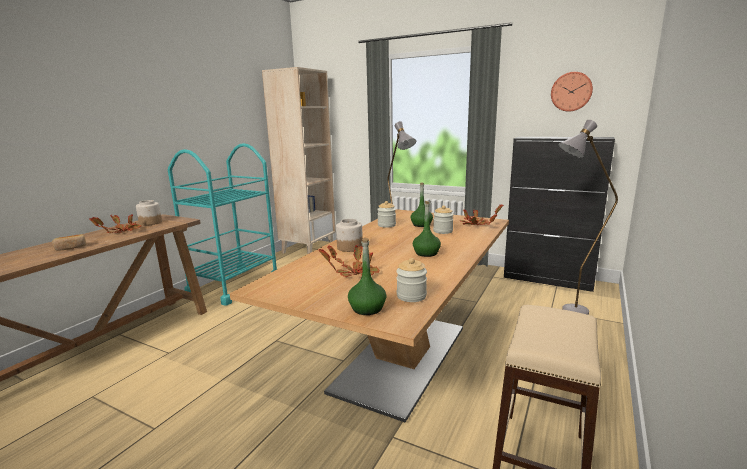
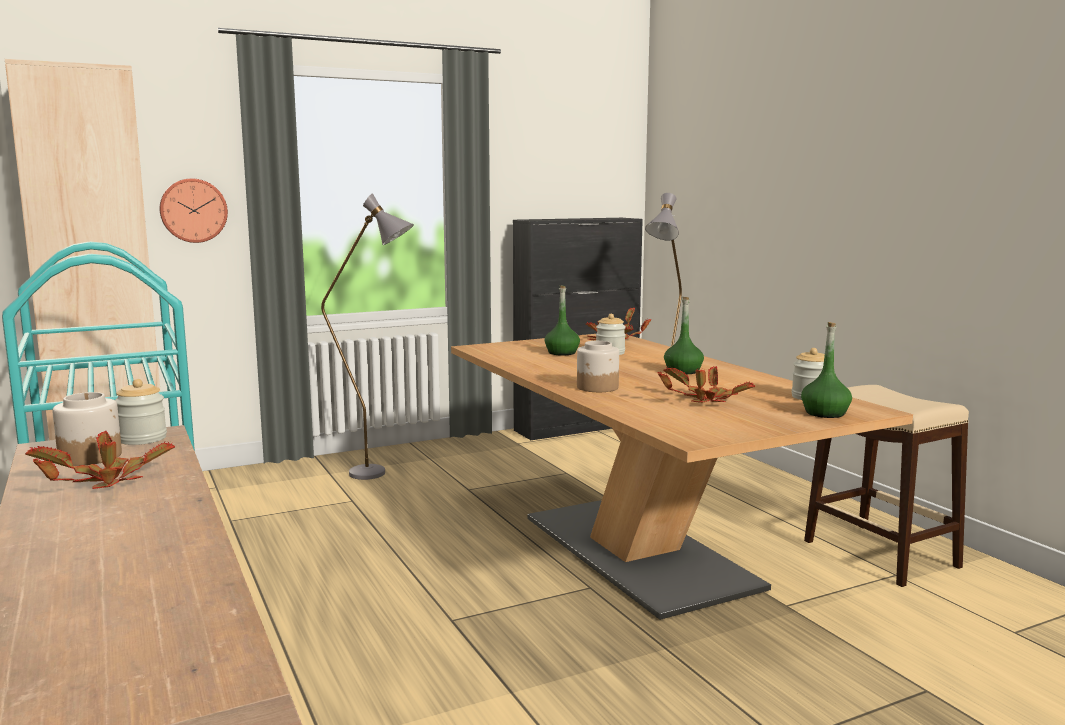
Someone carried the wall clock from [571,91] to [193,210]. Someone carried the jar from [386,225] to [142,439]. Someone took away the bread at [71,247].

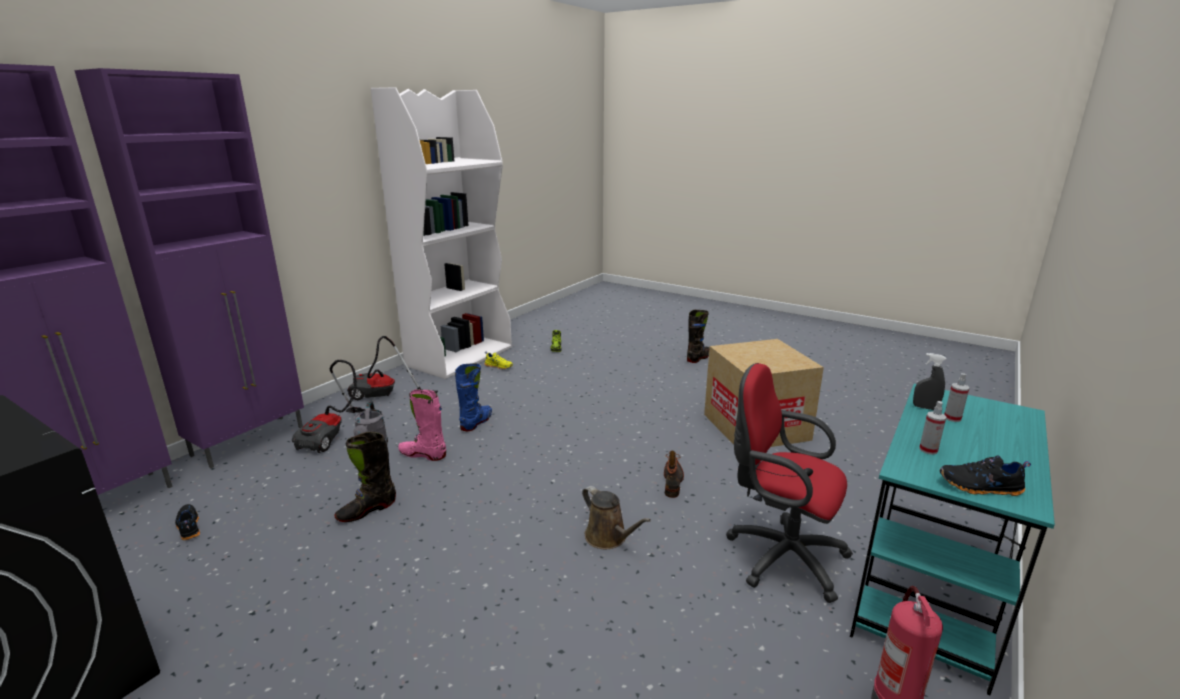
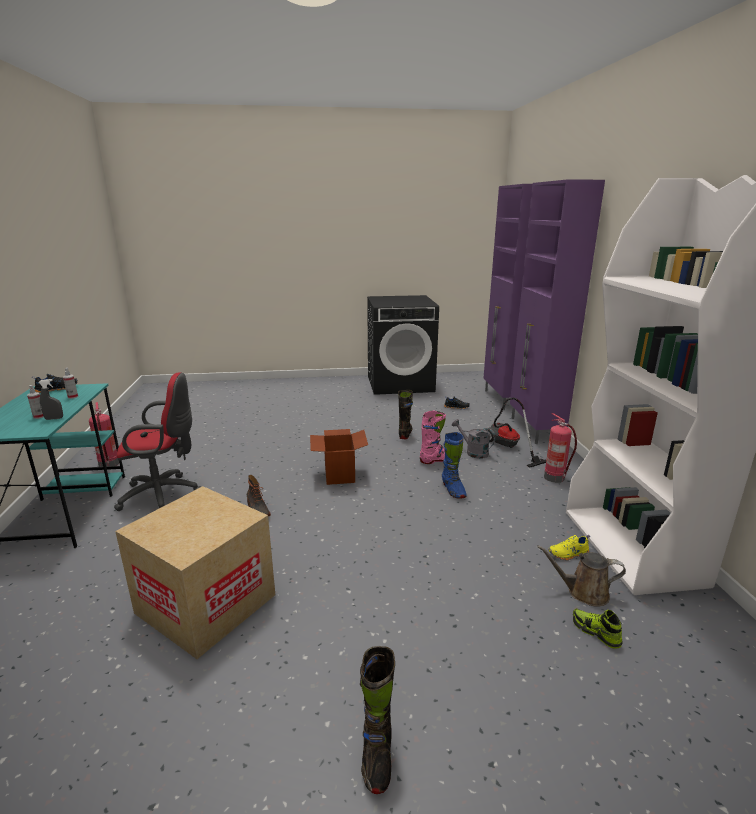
Someone swapped the vacuum cleaner at [384,397] for the fire extinguisher at [555,478]. Someone carried the brown watering can from [608,537] to [583,592]. Someone put down the cardboard box at [339,474].

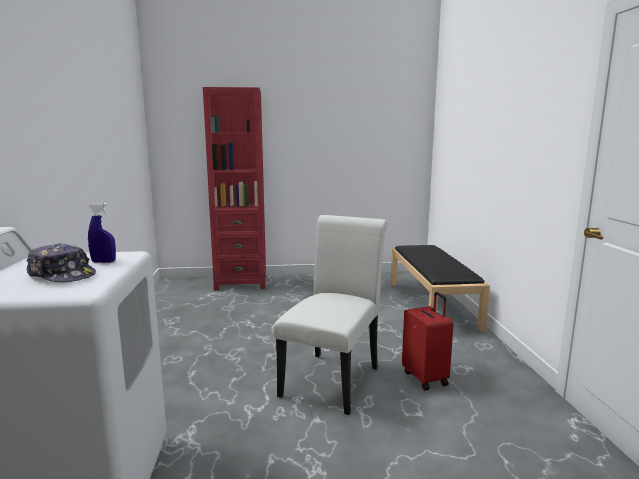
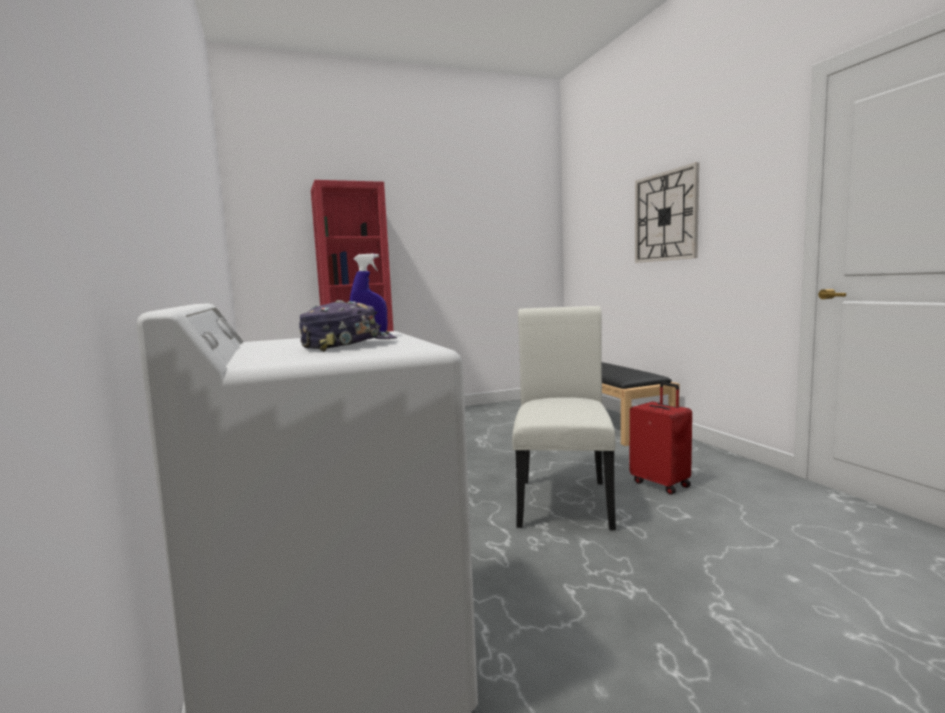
Someone rotated the cap at [62,275] by 60 degrees counterclockwise. Someone put up the wall clock at [665,217].

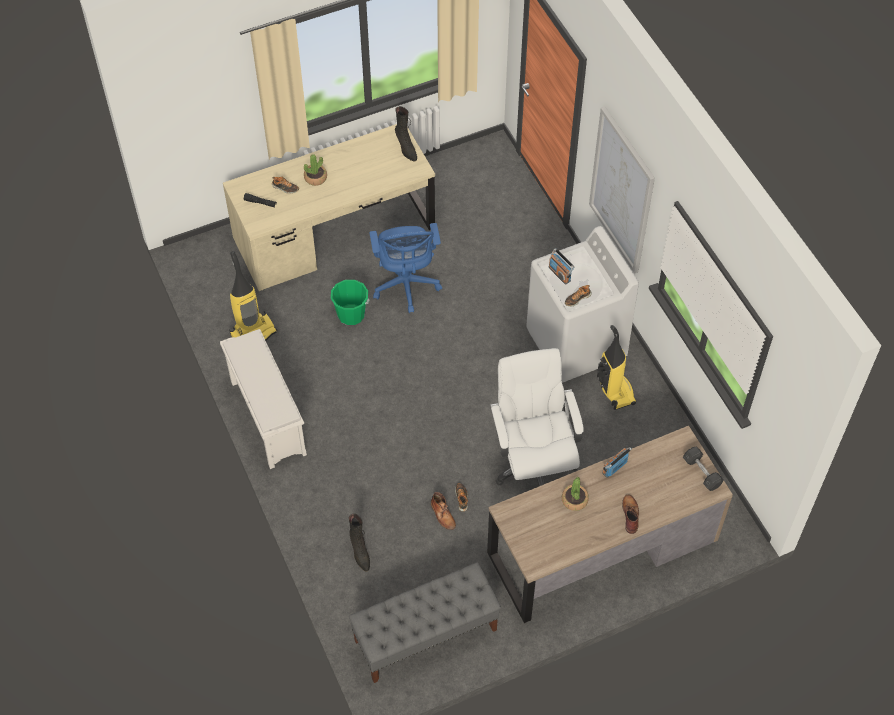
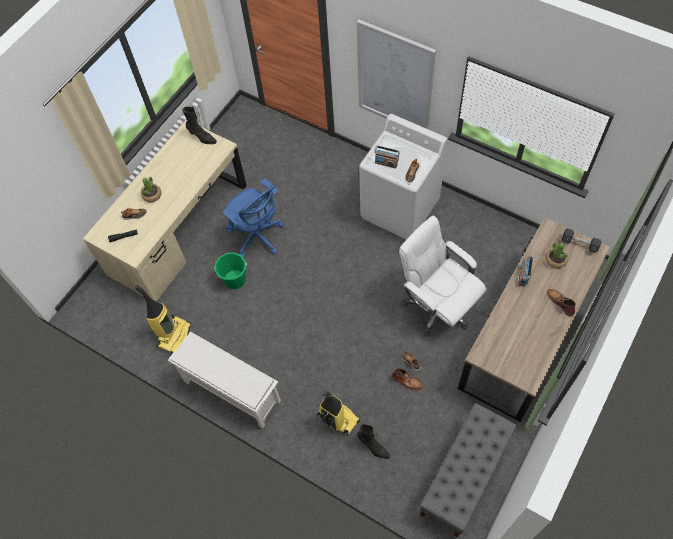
Someone carried the vacuum cleaner from [614,390] to [337,418]. Someone carried the potted plant from [574,500] to [555,260].

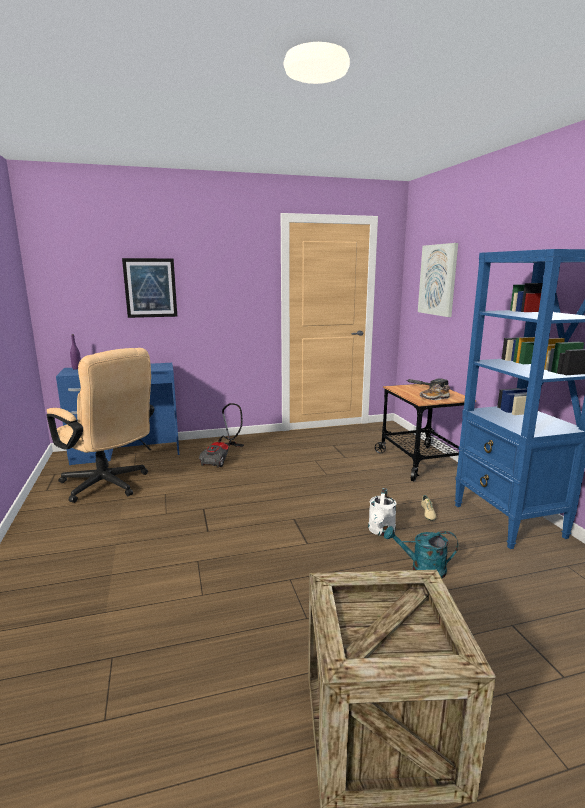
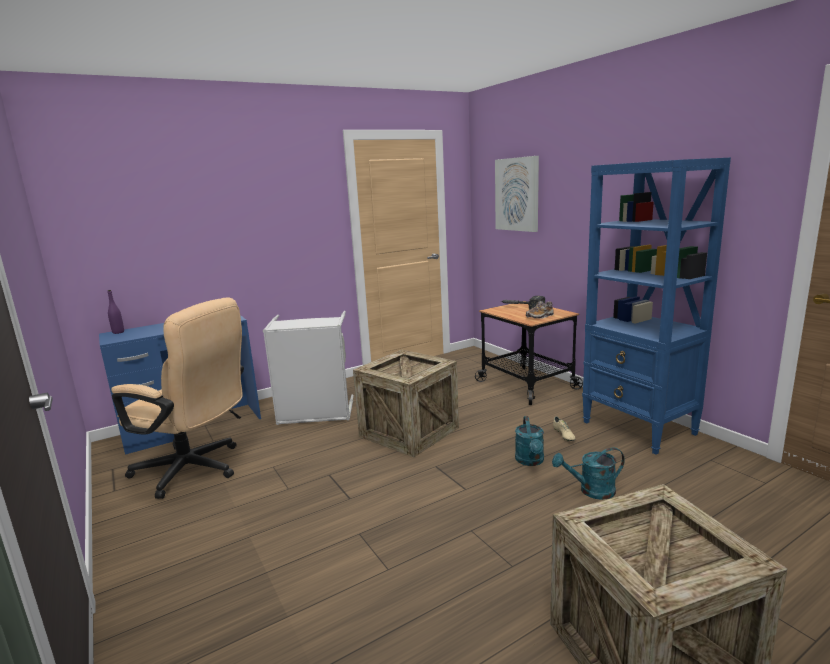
Someone took away the picture at [150,288]. Someone swapped the vacuum cleaner at [222,458] for the grey laundry basket at [315,414]. Someone repainted the white watering can at [381,531], which became the turquoise watering can at [530,461]. Someone put down the crate at [409,432].

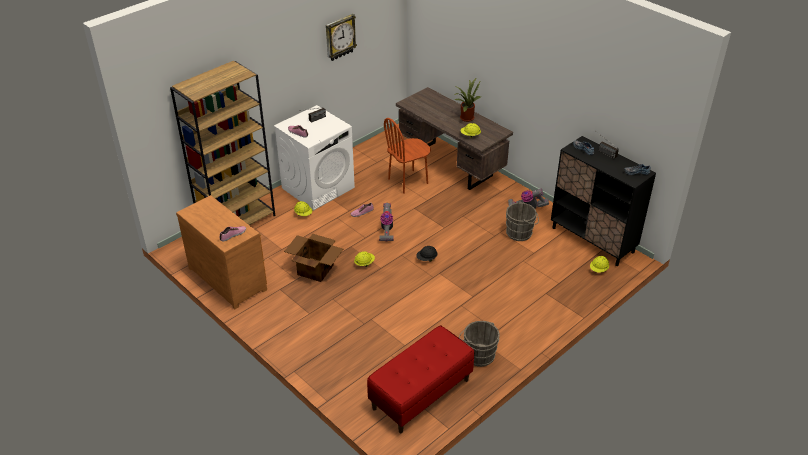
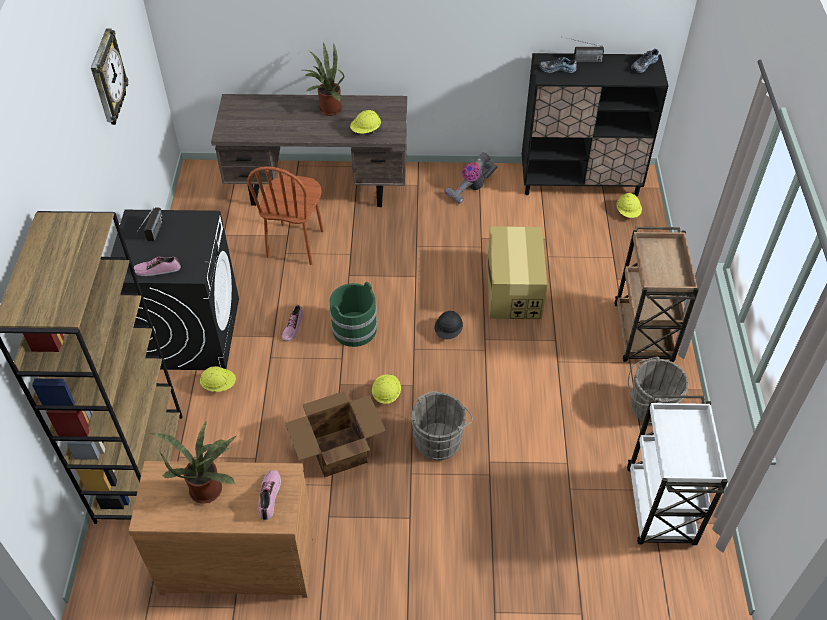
Someone repainted the white washing machine at [318,187], which became the black washing machine at [189,332]. Someone carried the grey bucket from [520,233] to [440,439]. Someone swapped the vacuum cleaner at [386,230] for the green bucket at [354,329]. Someone swapped the red bench at [421,394] for the white cart at [660,508]. Someone put down the cardboard box at [513,290]. Someone put down the brown cart at [643,335]. Someone put down the potted plant at [208,487].

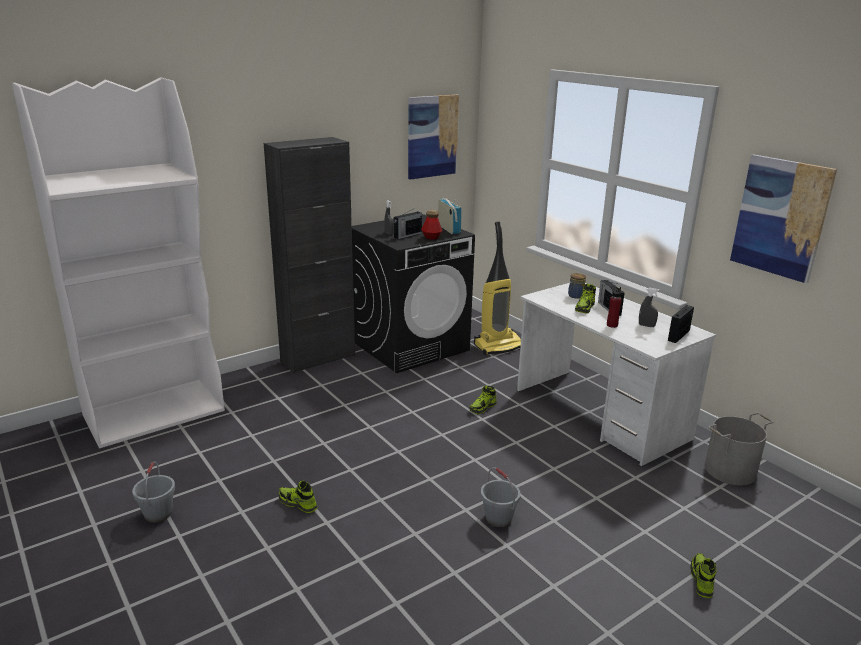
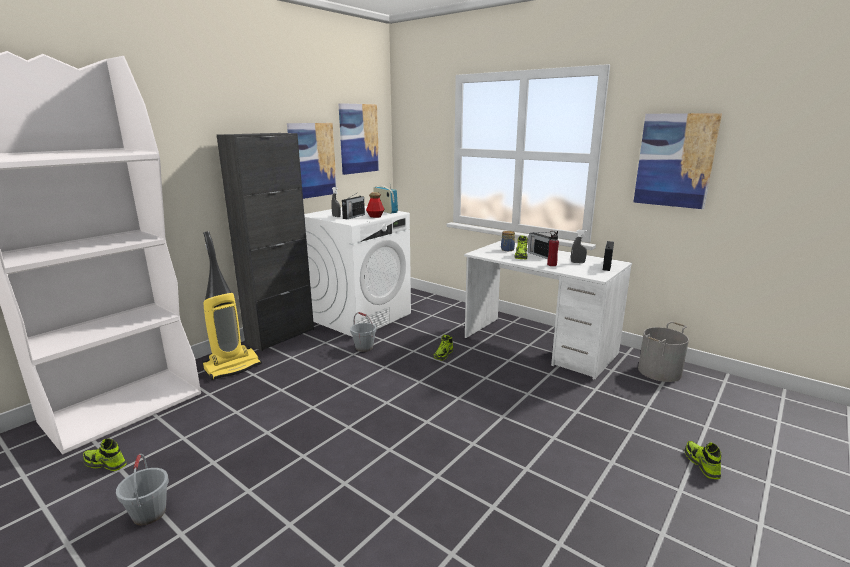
Someone repainted the black washing machine at [411,346], which became the white washing machine at [360,316]. Someone carried the vacuum cleaner from [498,346] to [232,367]. Someone carried the grey bucket from [499,518] to [364,347]. Someone carried the shoe from [297,503] to [105,464]. Someone put up the picture at [312,160].

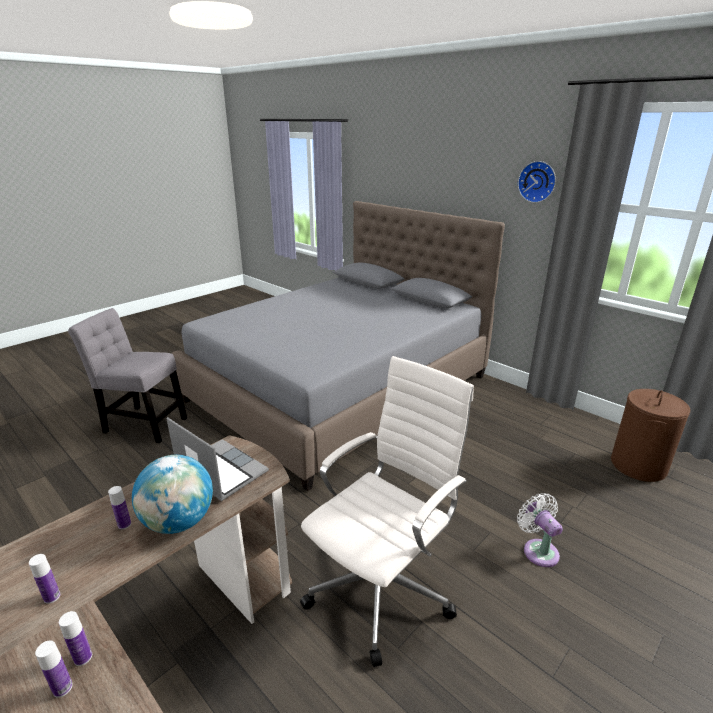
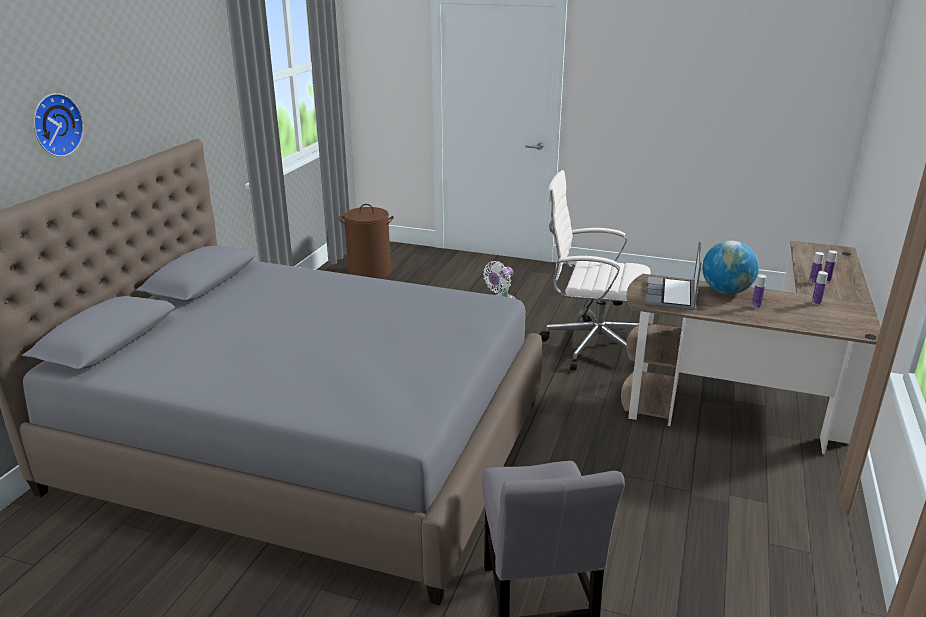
Someone carried the wall clock from [537,181] to [55,124].

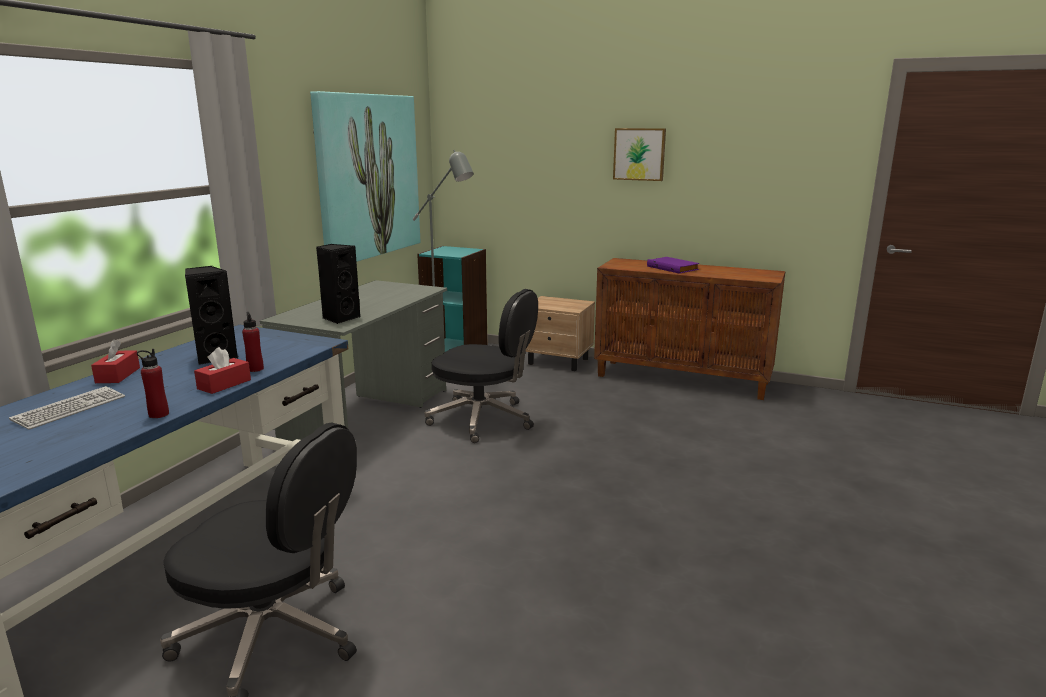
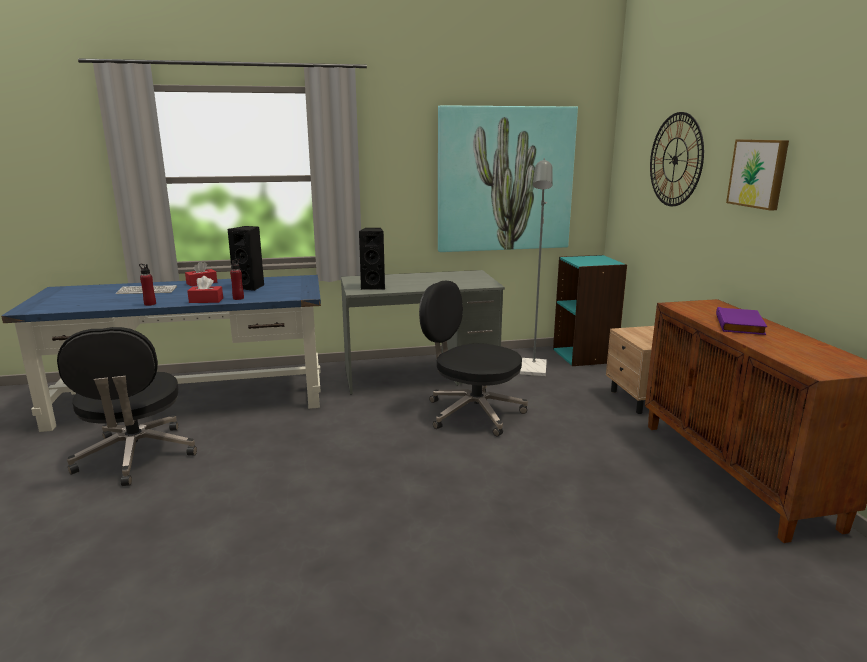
Someone rotated the black office chair at [483,420] by 135 degrees clockwise. Someone put up the wall clock at [675,160].

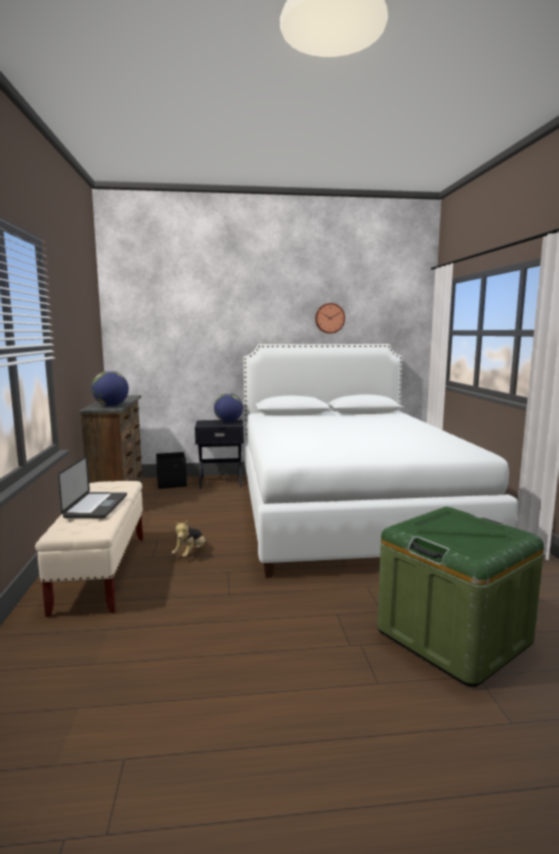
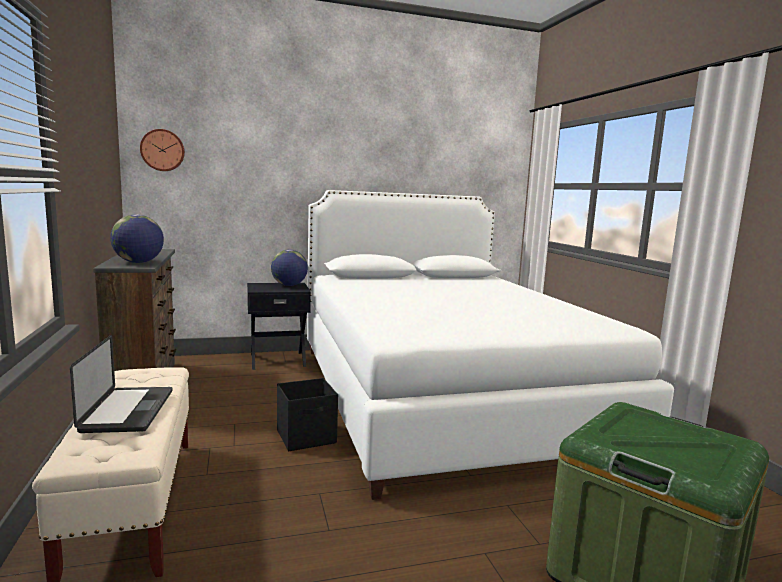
Someone carried the wall clock from [329,318] to [162,150]. Someone carried the black storage box from [172,484] to [307,437]. Someone took away the plush toy at [190,553].

